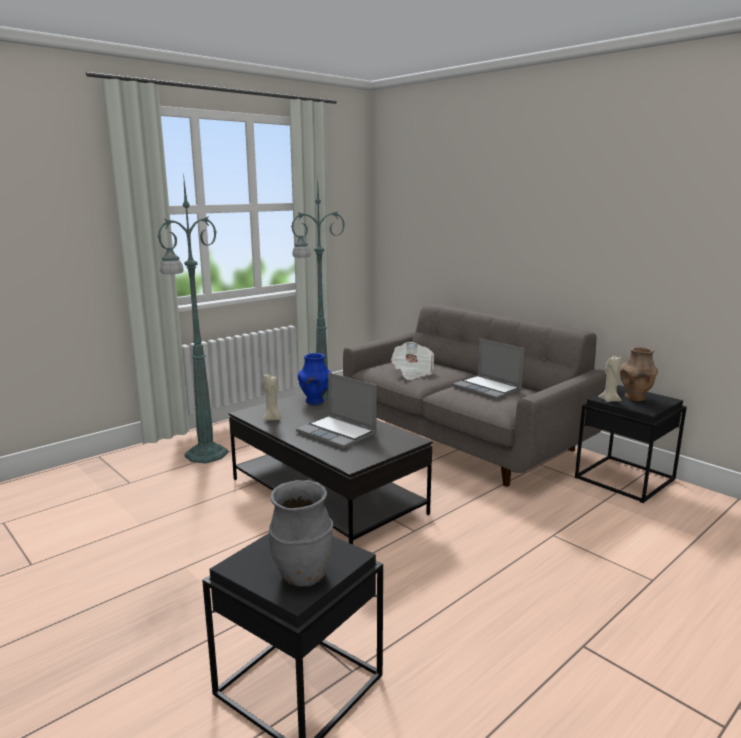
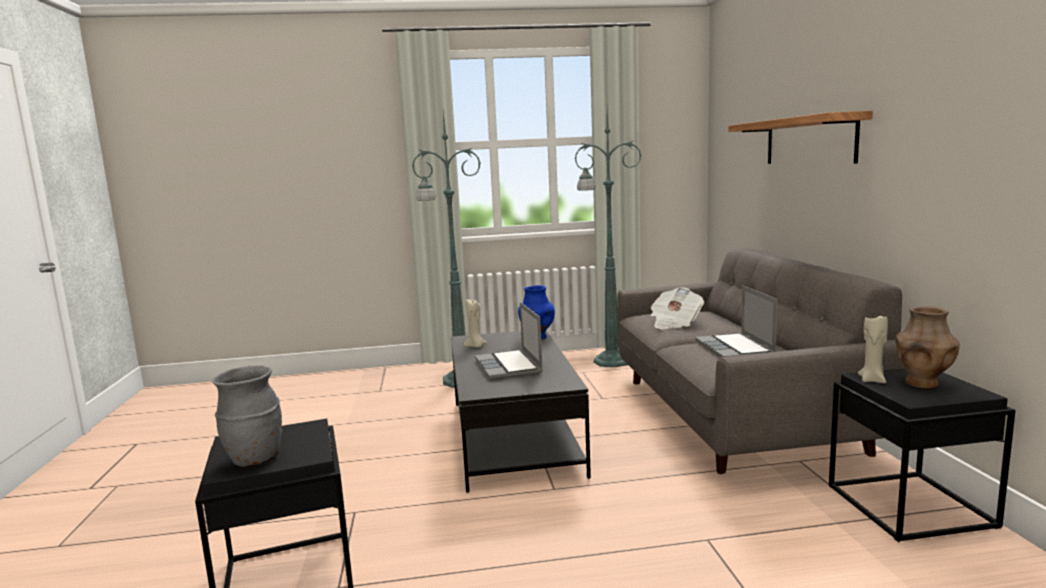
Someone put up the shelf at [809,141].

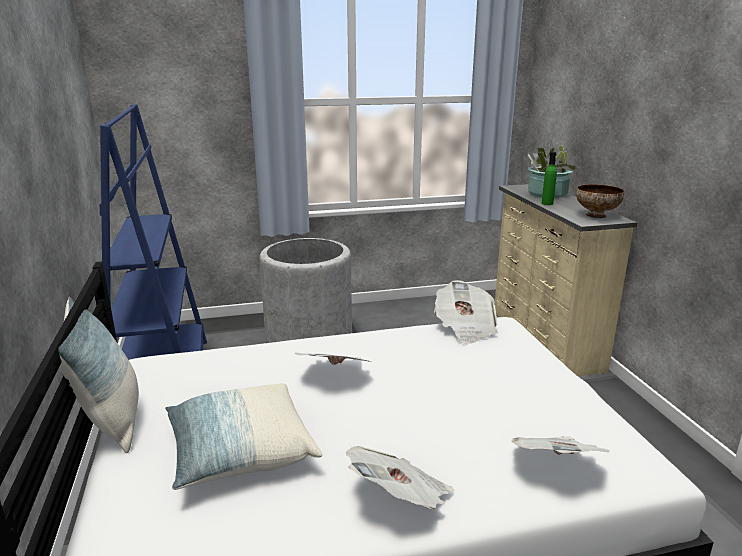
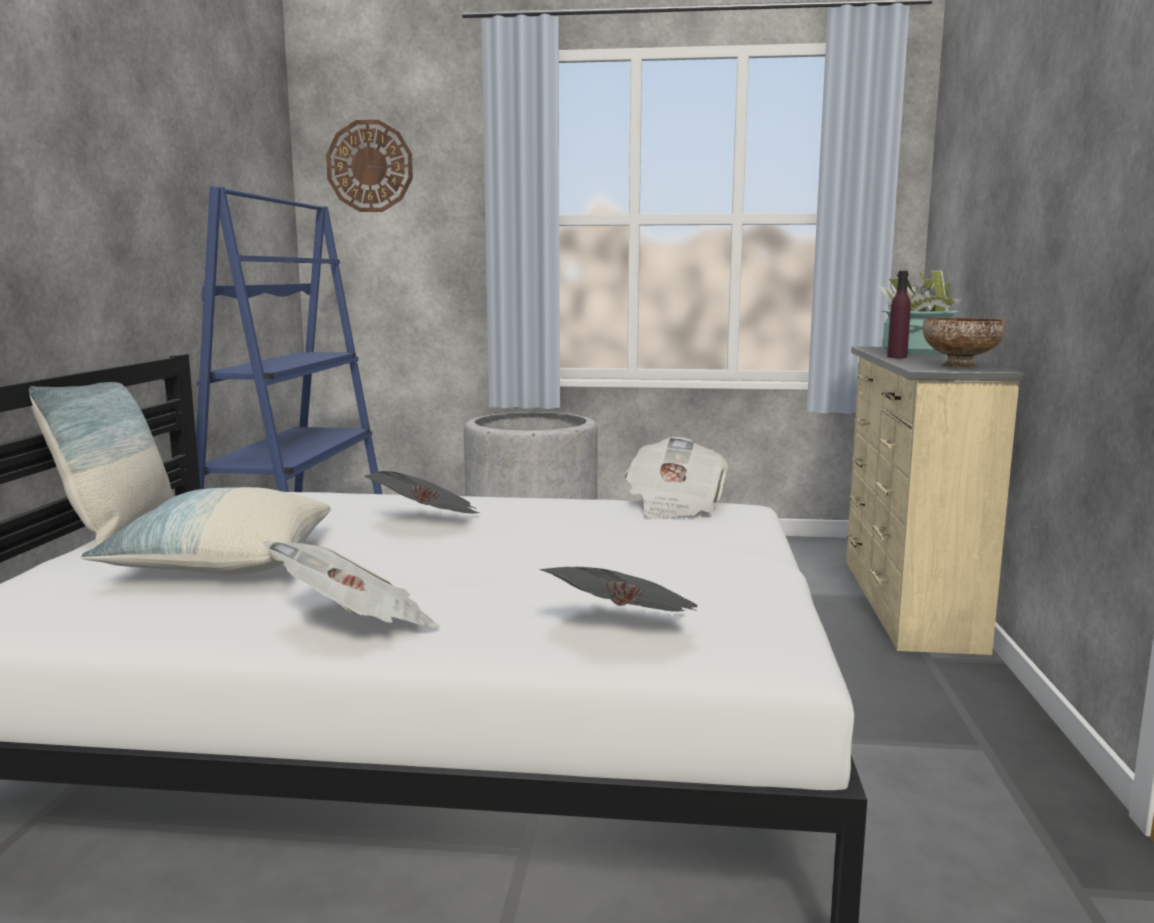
Someone repainted the green bottle at [547,203], which became the purple bottle at [897,357]. Someone put up the wall clock at [370,166].

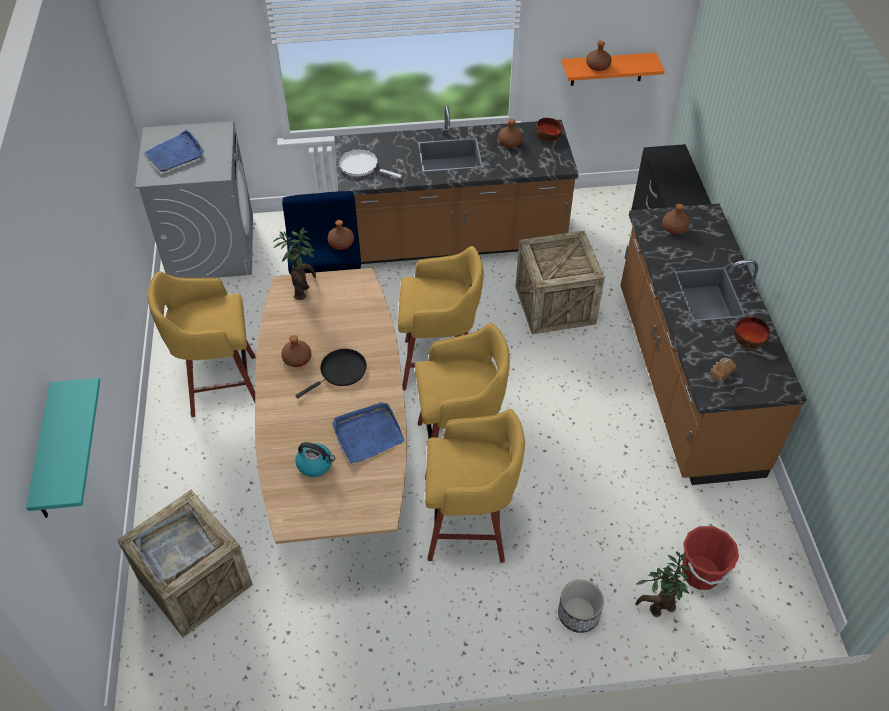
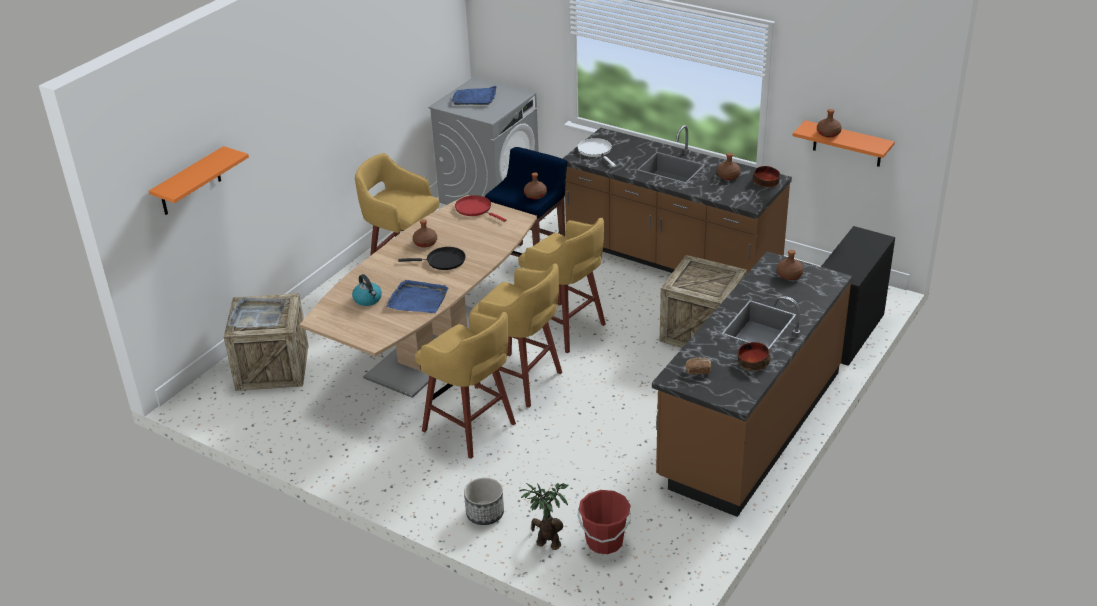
Someone swapped the potted plant at [303,290] for the red frying pan at [475,209]. Someone repainted the turquoise shelf at [46,456], which became the orange shelf at [190,182].

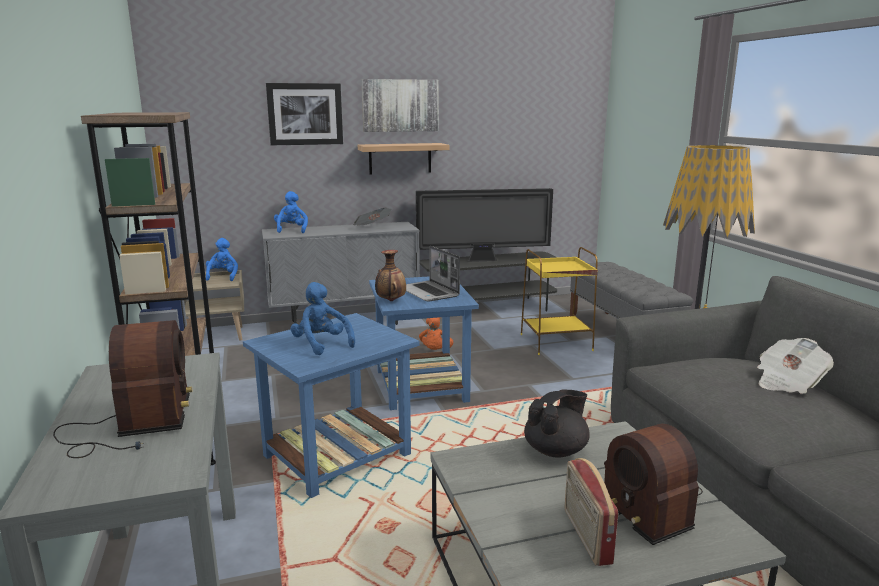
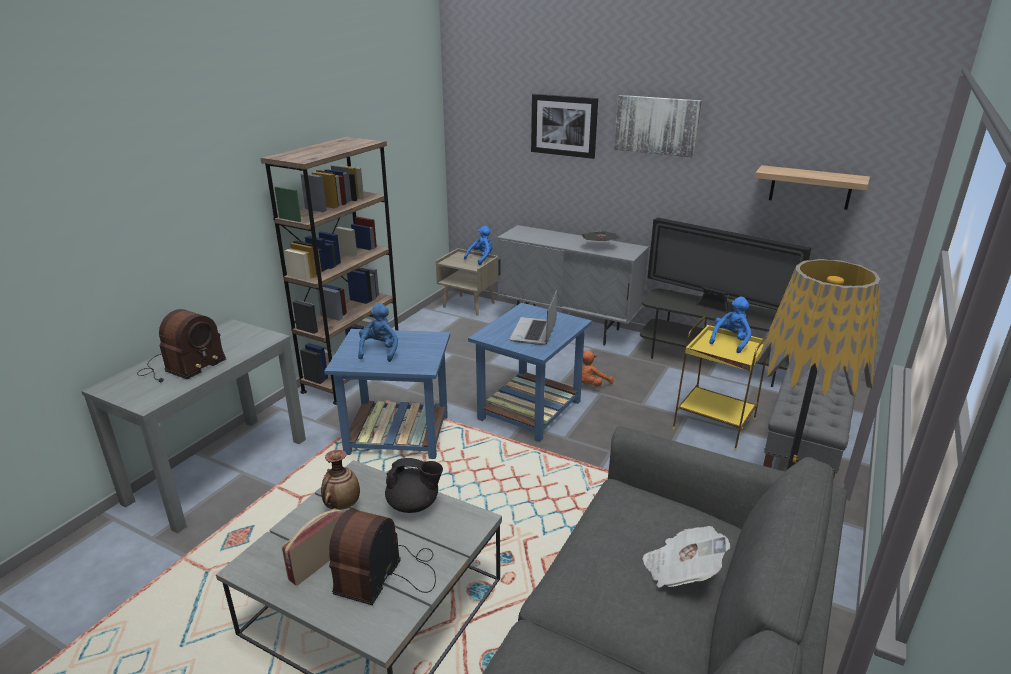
Someone carried the shelf from [400,158] to [810,187]. Someone carried the blue plush toy from [291,230] to [730,341]. Someone carried the vase from [390,301] to [342,505].

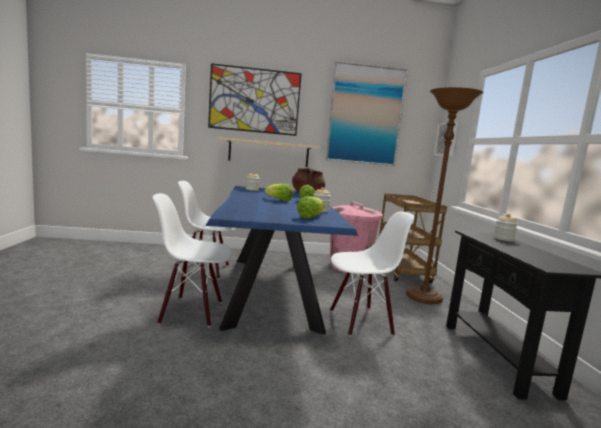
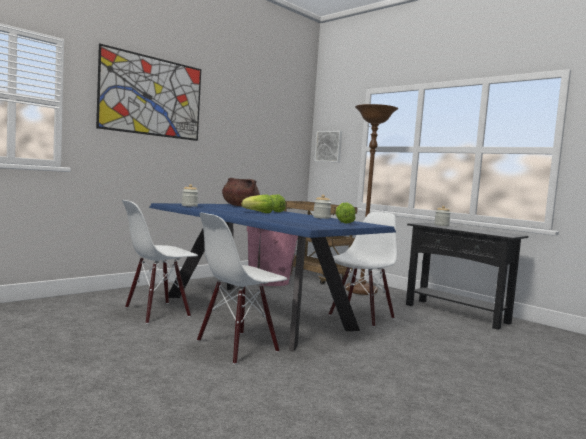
Someone took away the picture at [365,115]. Someone took away the beige shelf at [269,153].

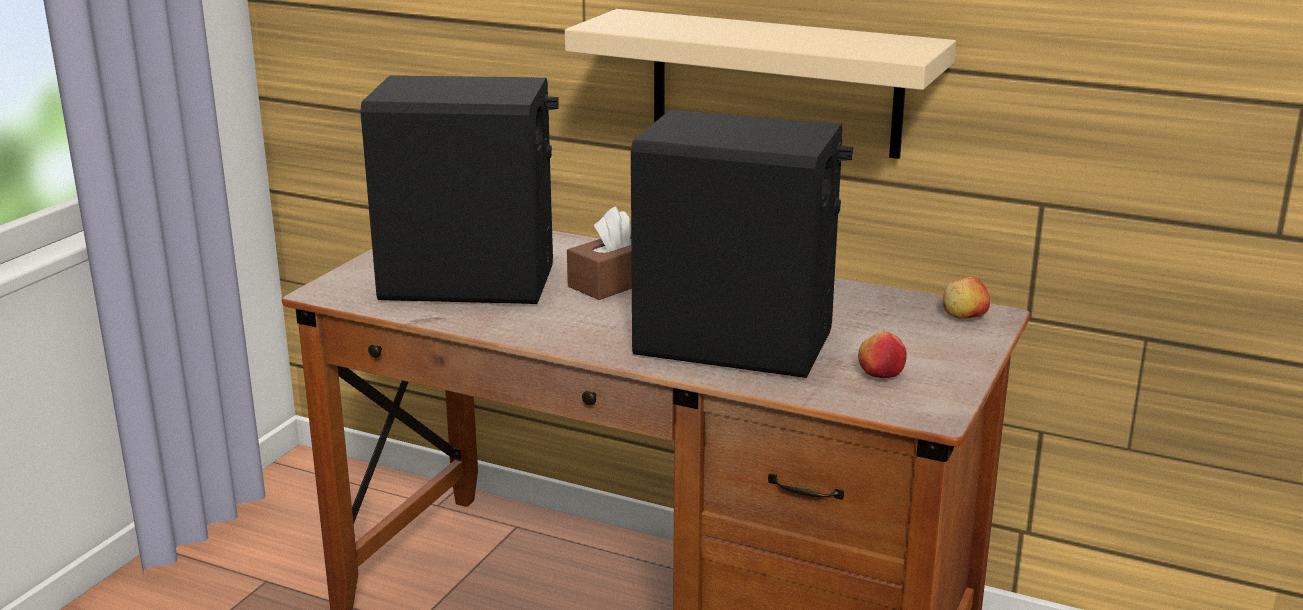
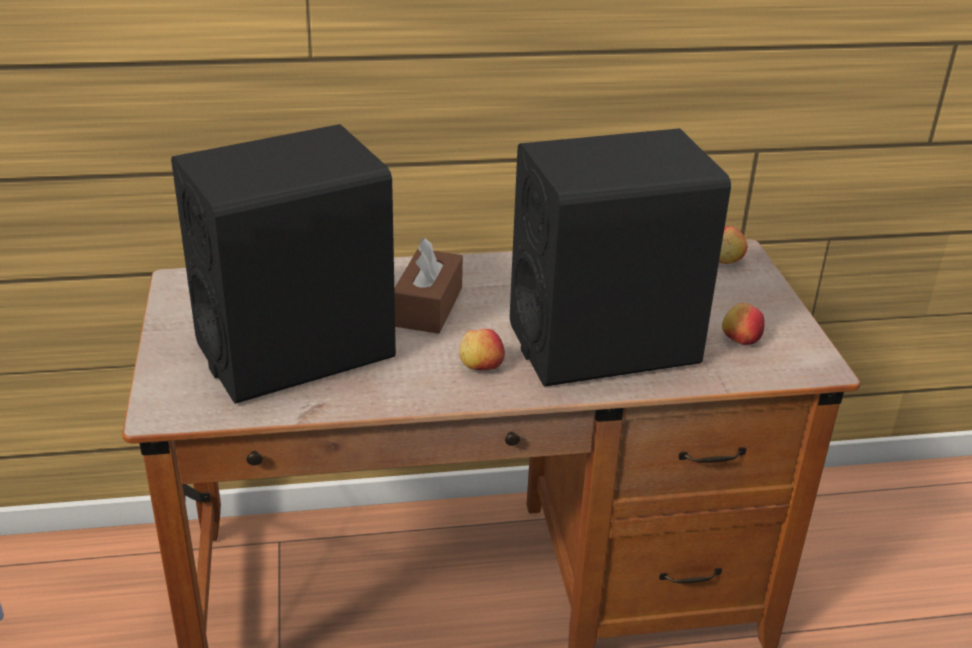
Someone took away the beige shelf at [775,83]. Someone put down the apple at [480,366].

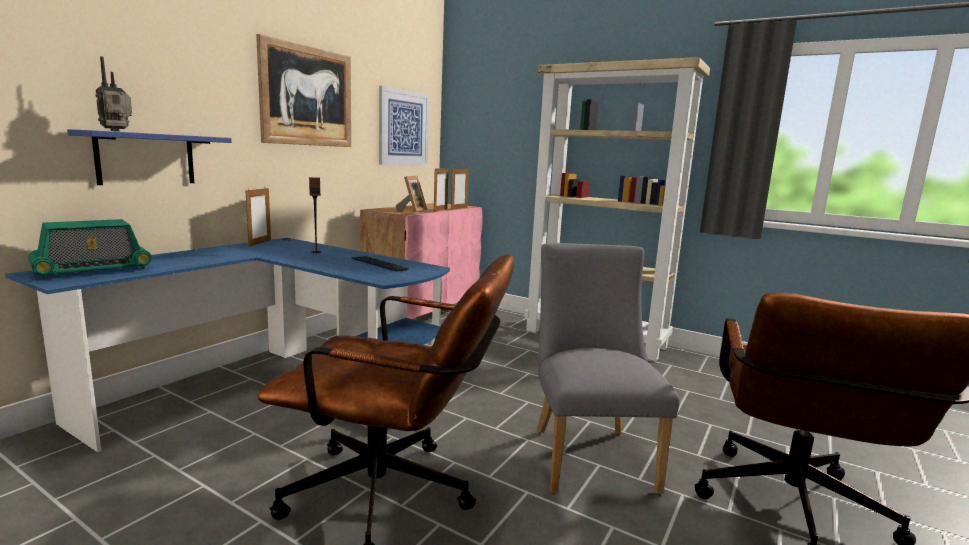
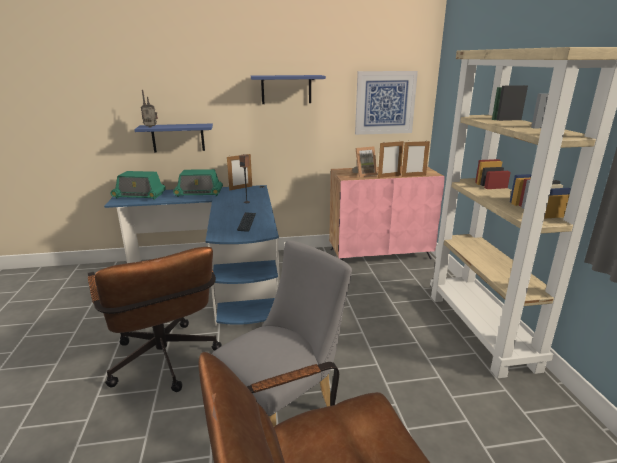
Someone swapped the picture at [307,96] for the blue shelf at [286,89]. Someone put down the radio at [199,193].

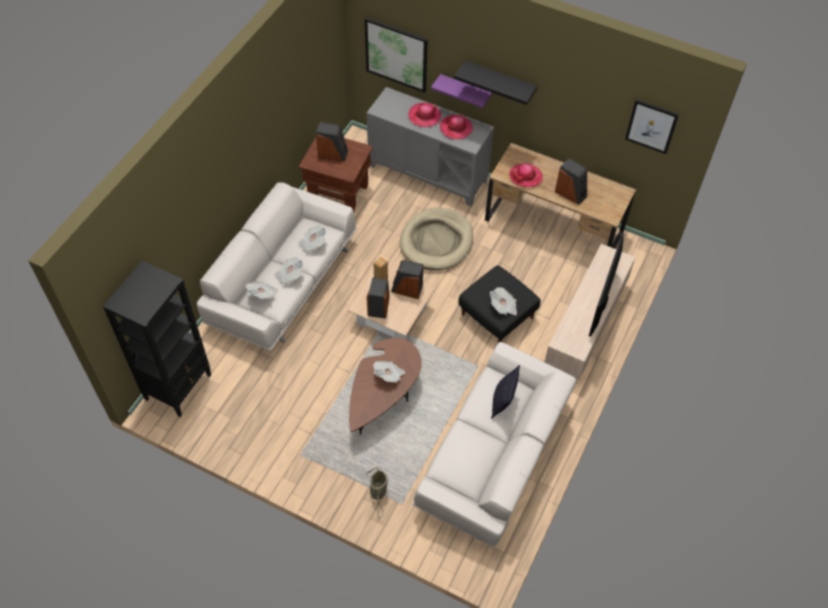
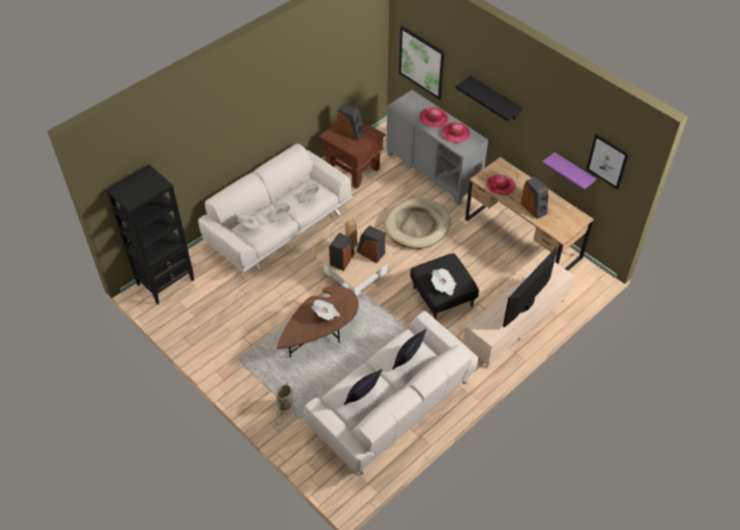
Someone carried the purple shelf from [465,91] to [573,172]. Someone put down the pillow at [362,396].

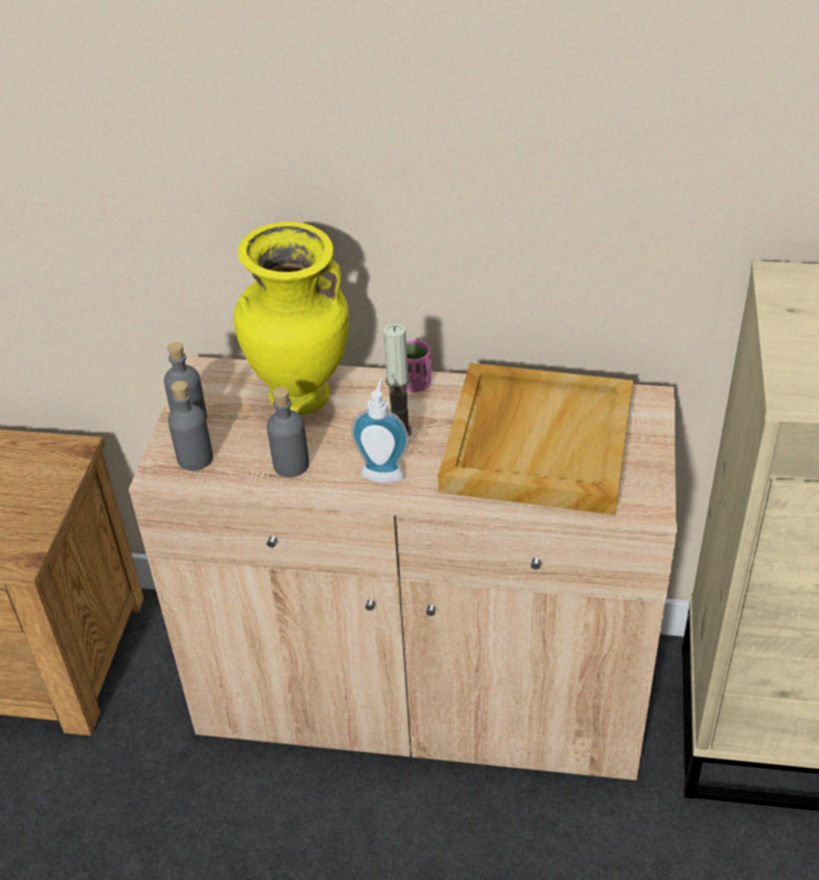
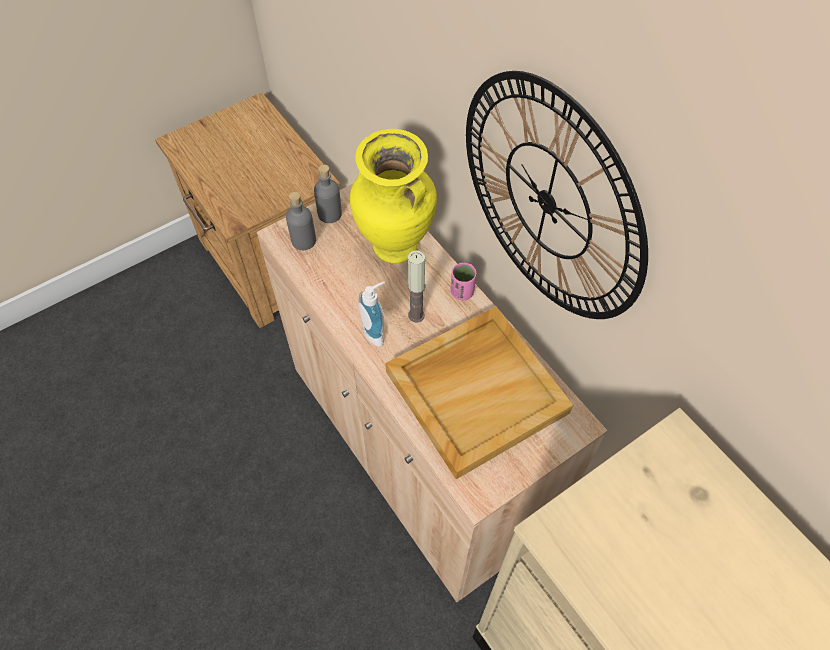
Someone took away the grey bottle at [291,465]. Someone put up the wall clock at [548,201].

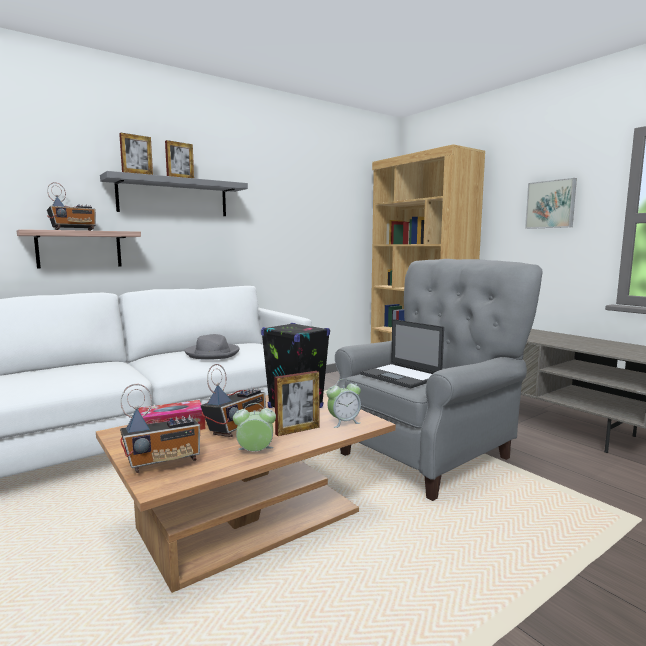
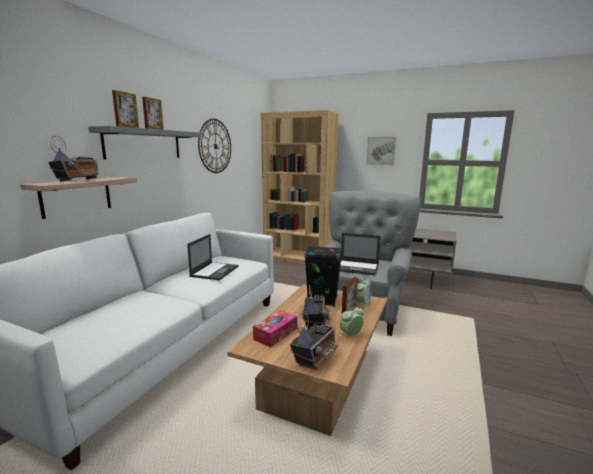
Someone swapped the grey hat at [213,353] for the laptop at [215,271]. Someone put up the wall clock at [215,146].

